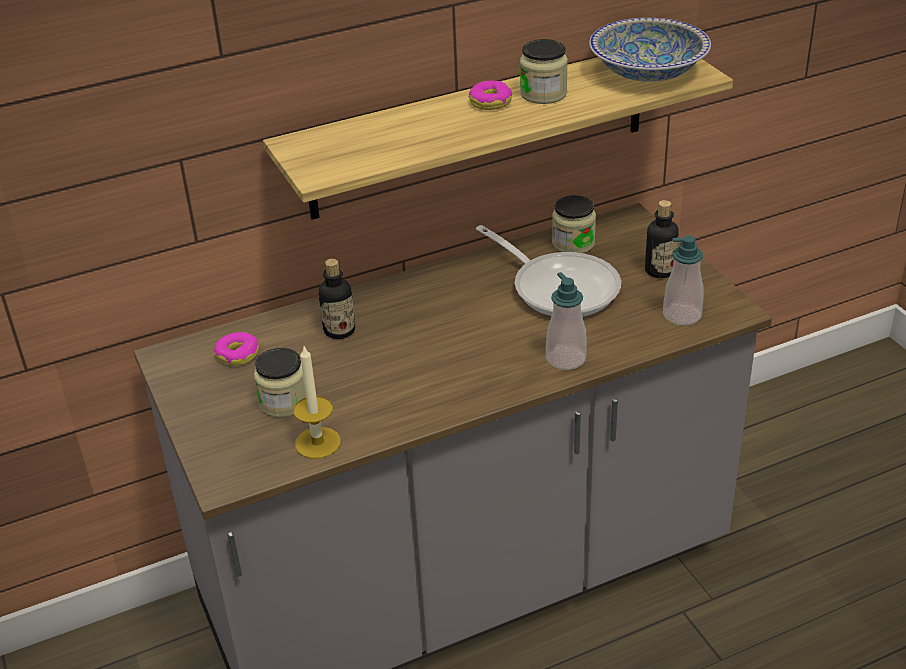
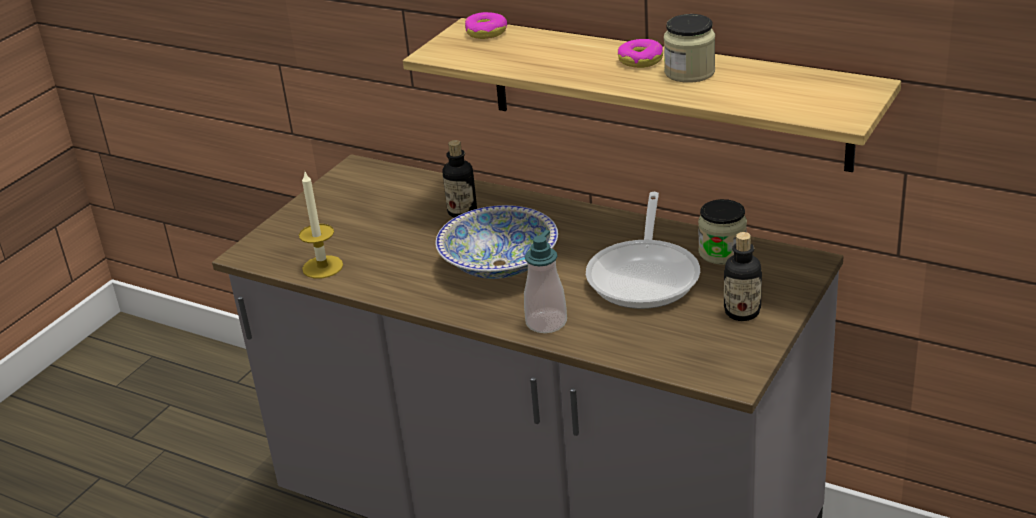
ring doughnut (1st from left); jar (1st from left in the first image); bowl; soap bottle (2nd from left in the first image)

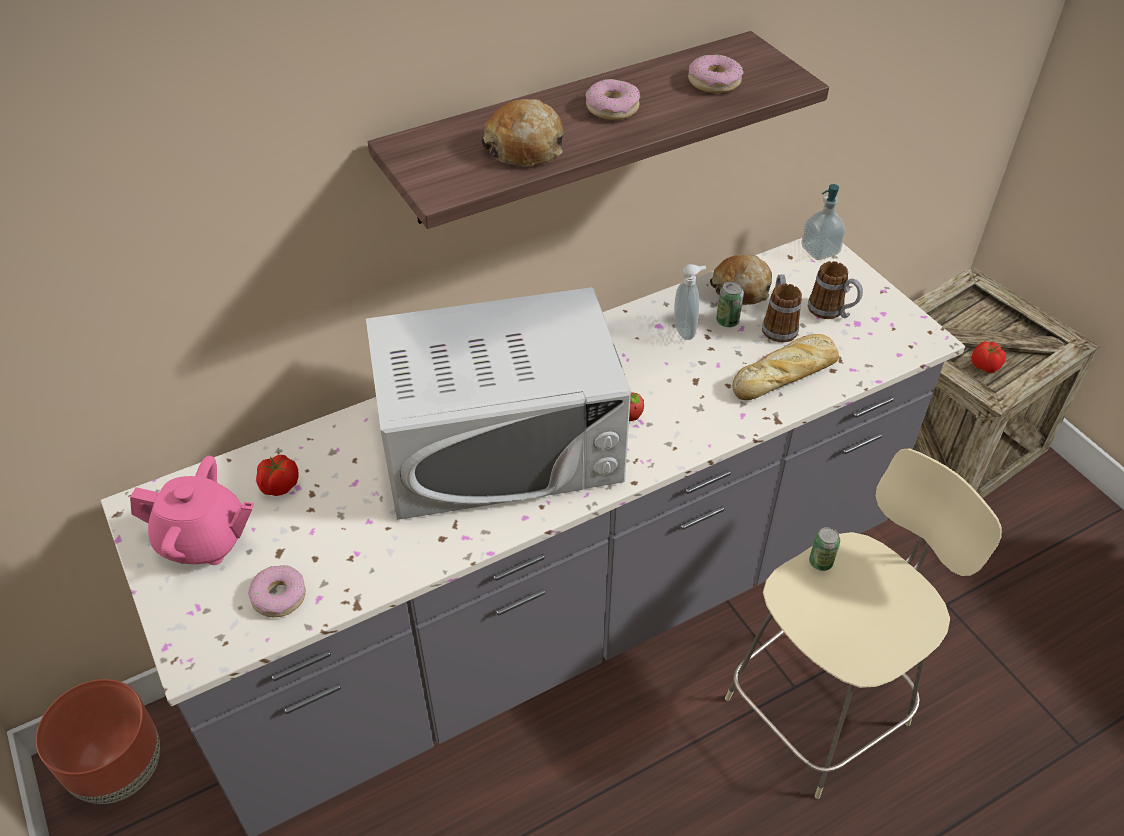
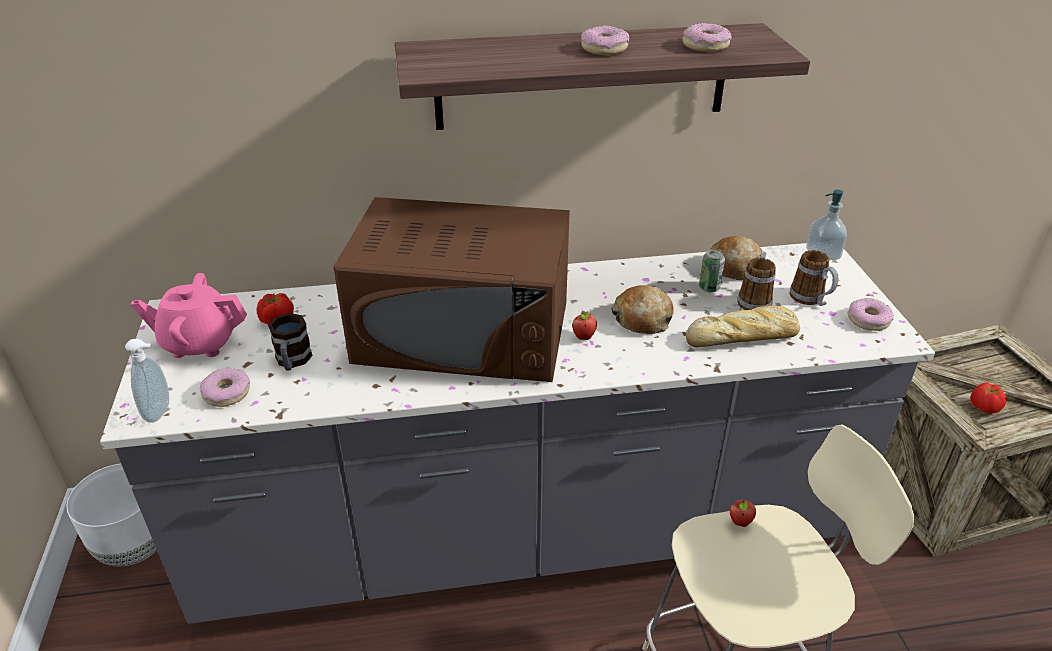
white-coloured plant pot; pinkish pot for tea; brown kitchen microwave; baked bread (1st from left); soap bottle (1st from left); apple (2nd from left); tea mug (1st from left); ring doughnut (4th from left)

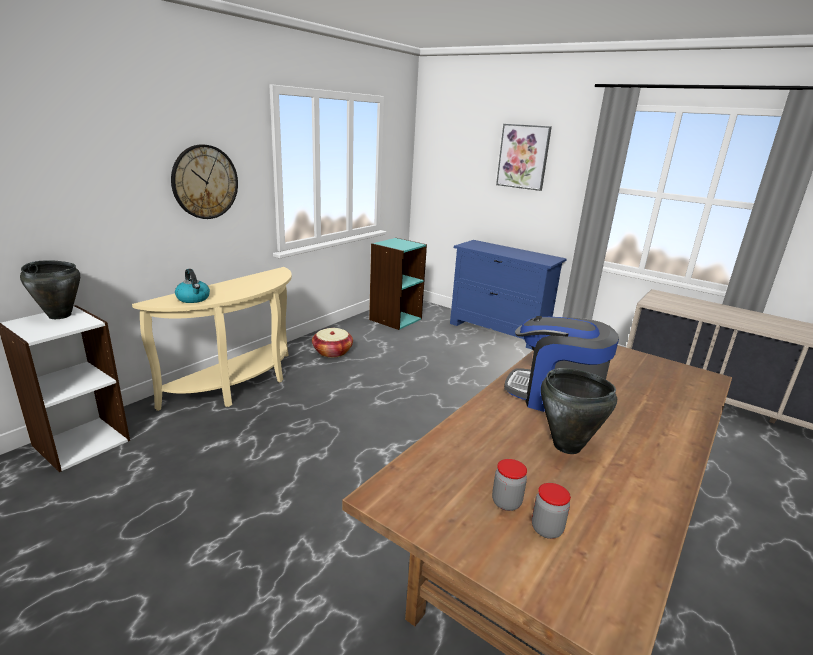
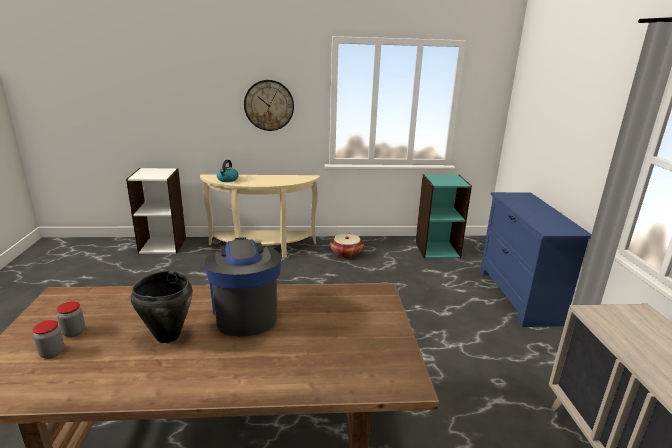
black-coloured stockpot (1st from left in the first image); wall picture

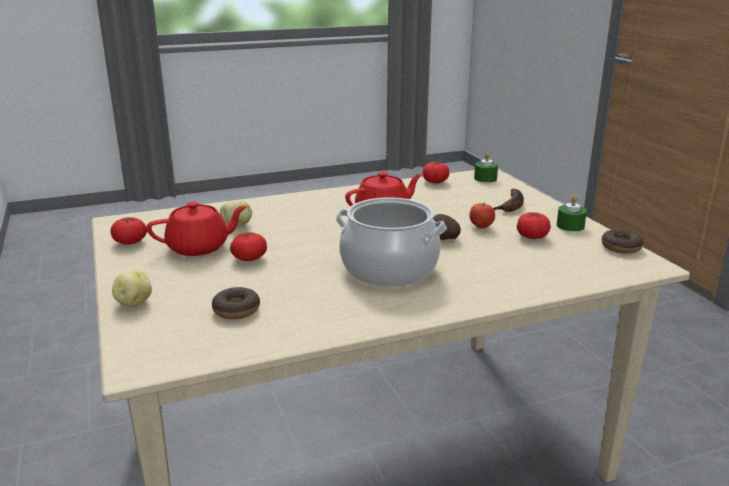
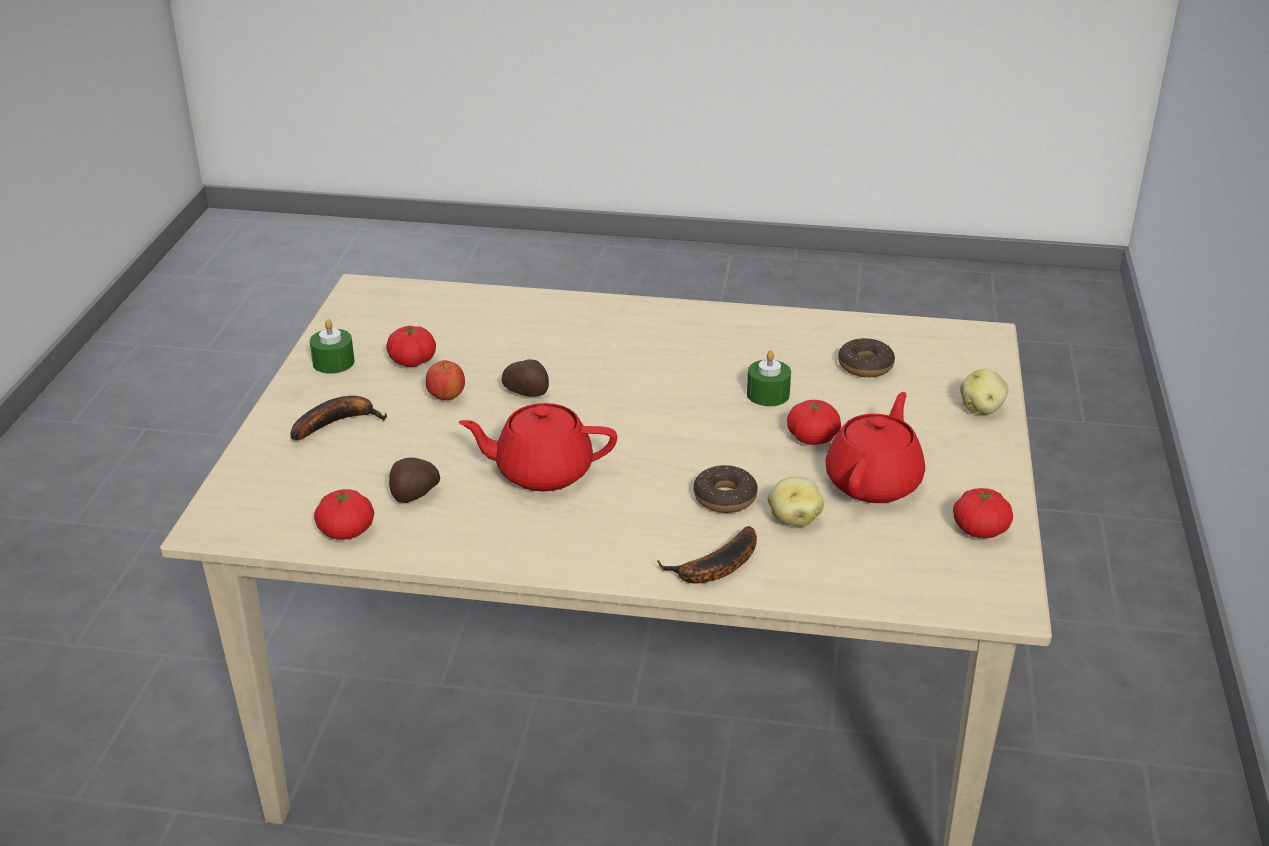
reddish pot for tea (2nd from left); stockpot; greenish candle (2nd from left); ring doughnut (1st from left); spud (1st from left); banana fruit (2nd from left)

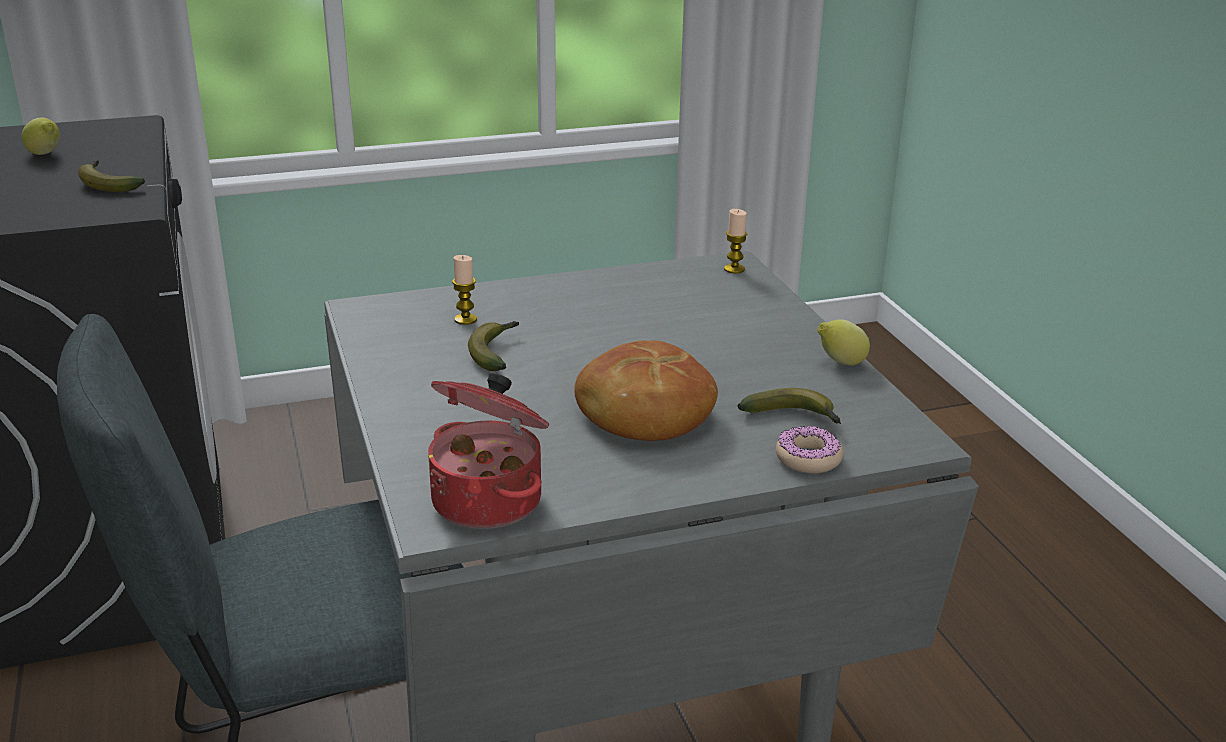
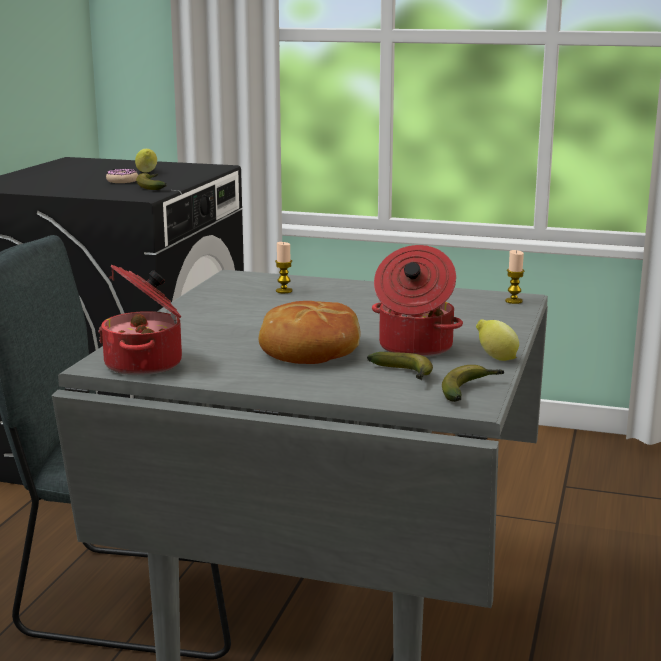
banana fruit (3rd from left); ring doughnut; stockpot (2nd from left)

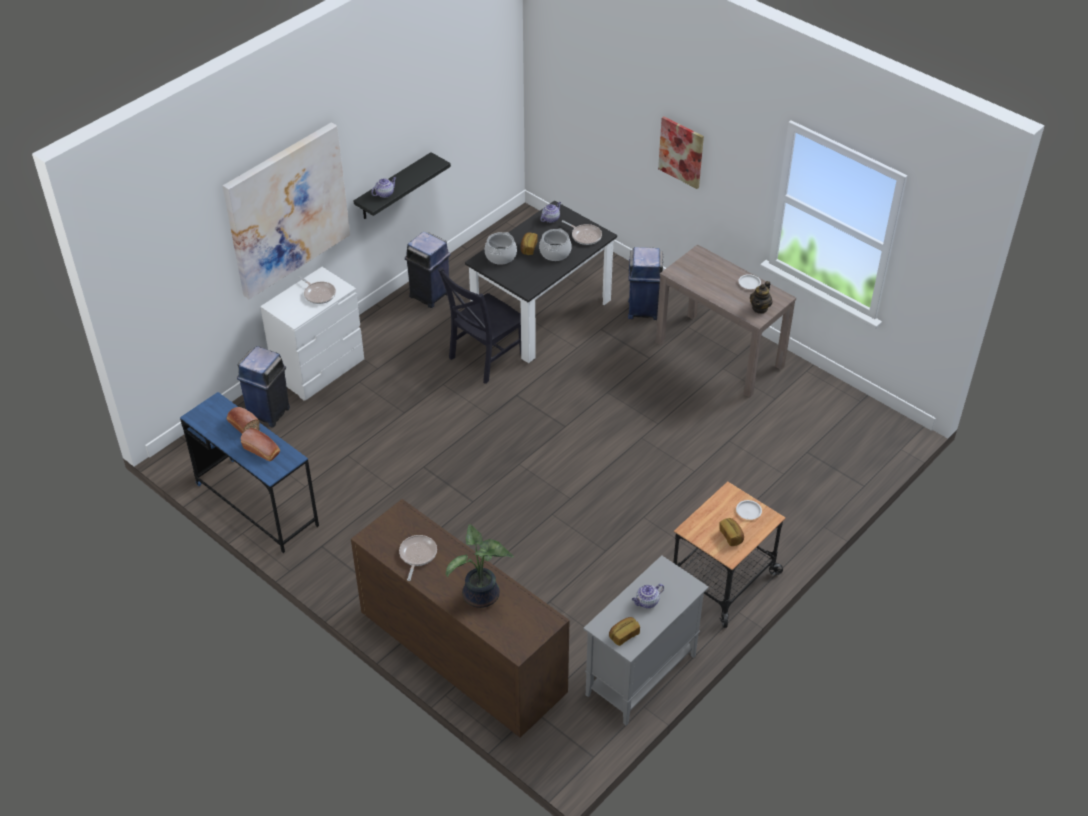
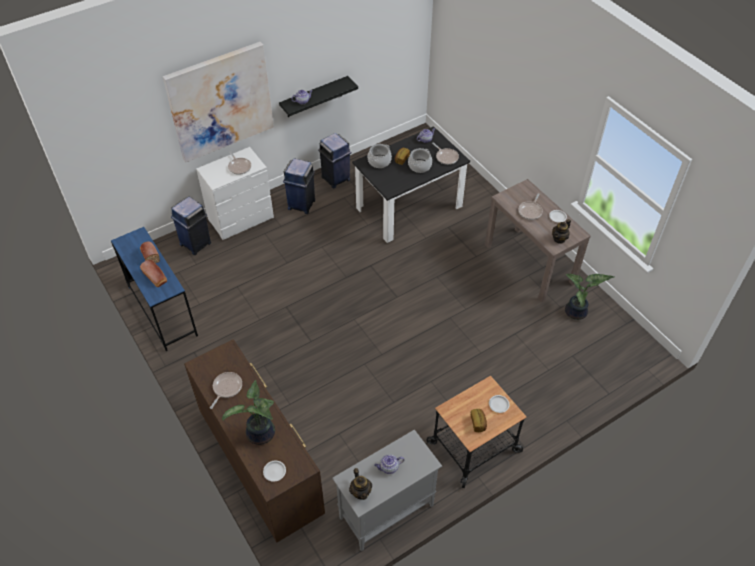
black-coloured plain chair; pot for tea (2nd from left); blue-coloured waste bin (2nd from left); wall picture (2nd from left in the first image); white-coloured dinner plate (1st from left); pan (4th from left); houseplant (2nd from left)

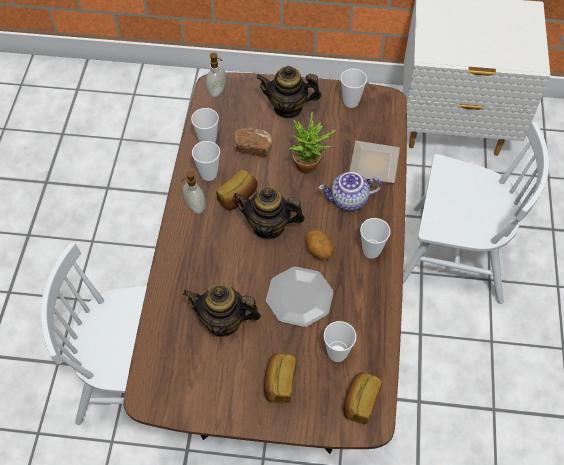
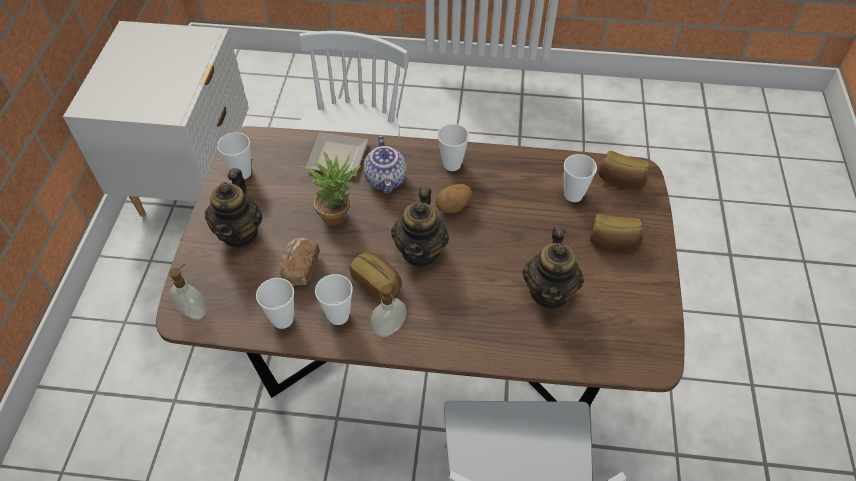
dinner plate (1st from left in the first image)

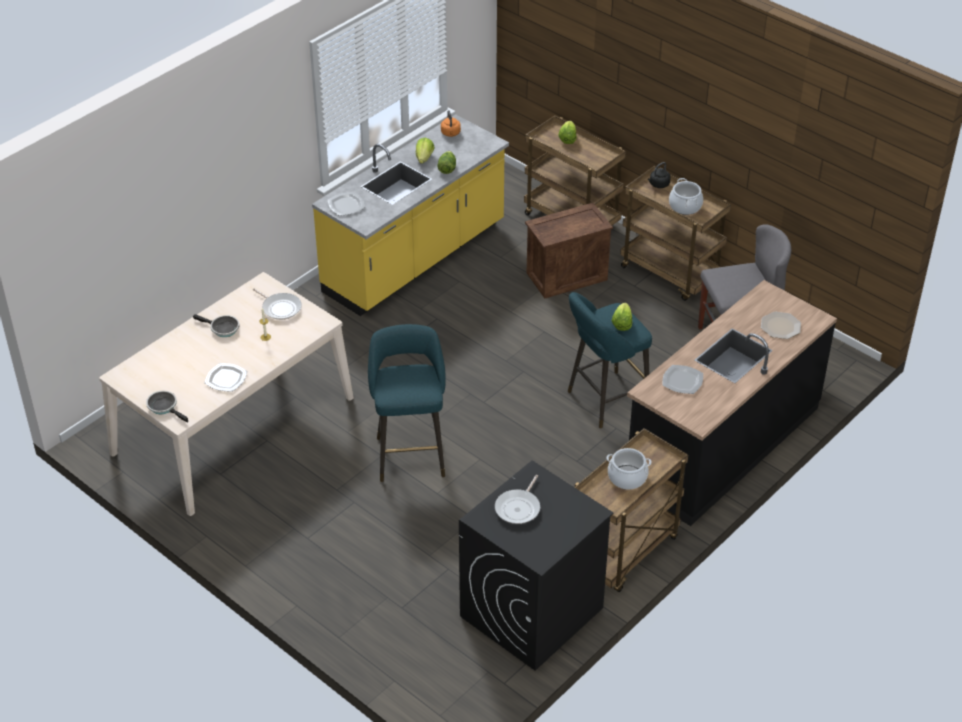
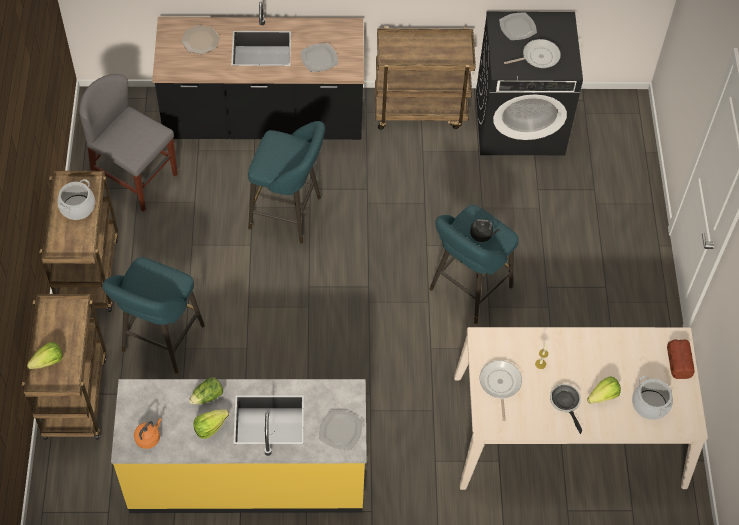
baked bread; dinner plate (4th from left); blue-green sitting stool (1st from left); stockpot (2nd from left); lettuce (4th from left); black-coloured tea kettle

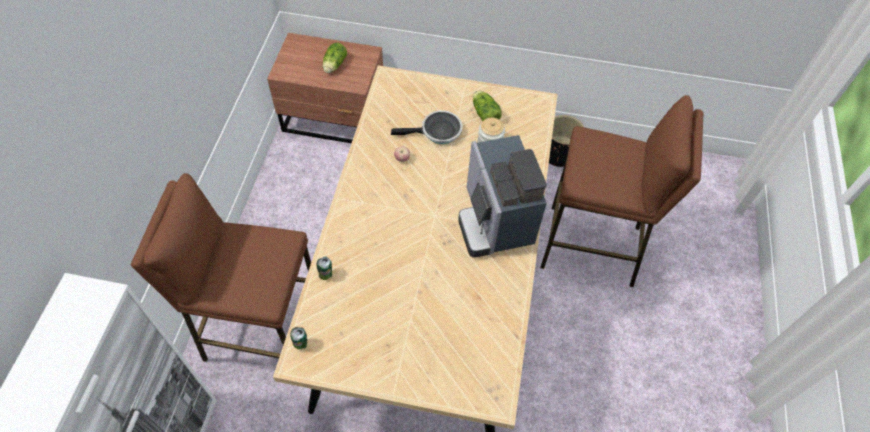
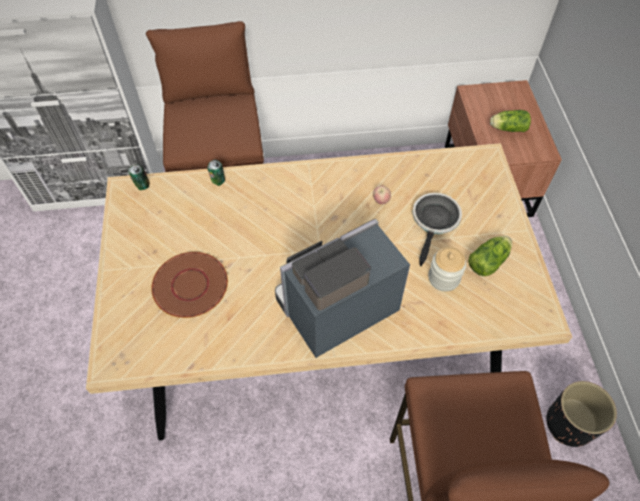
pan; brown dinner plate

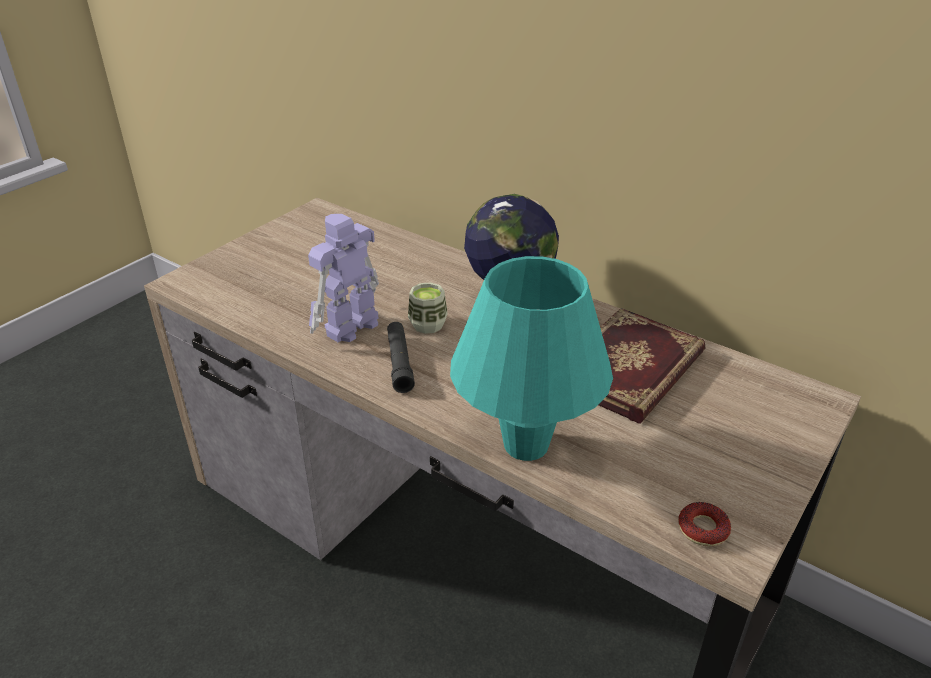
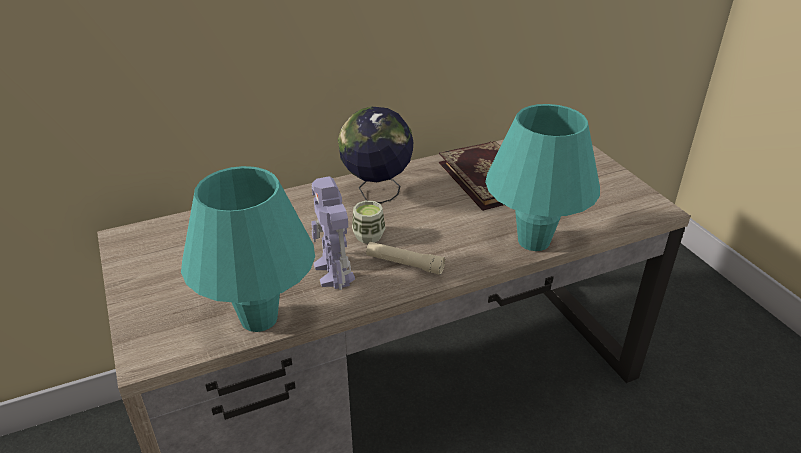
sand-coloured flashlight; ring doughnut; blue-green table lamp (1st from left)

